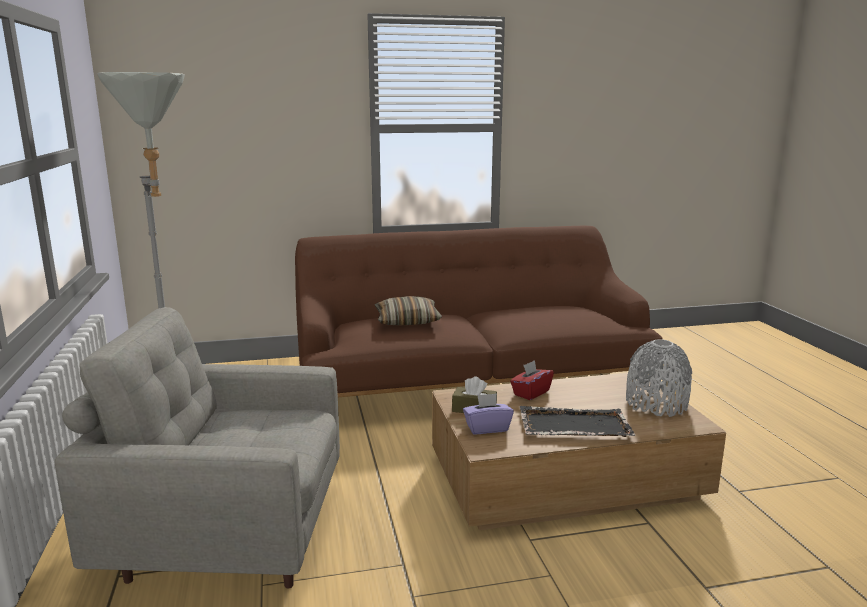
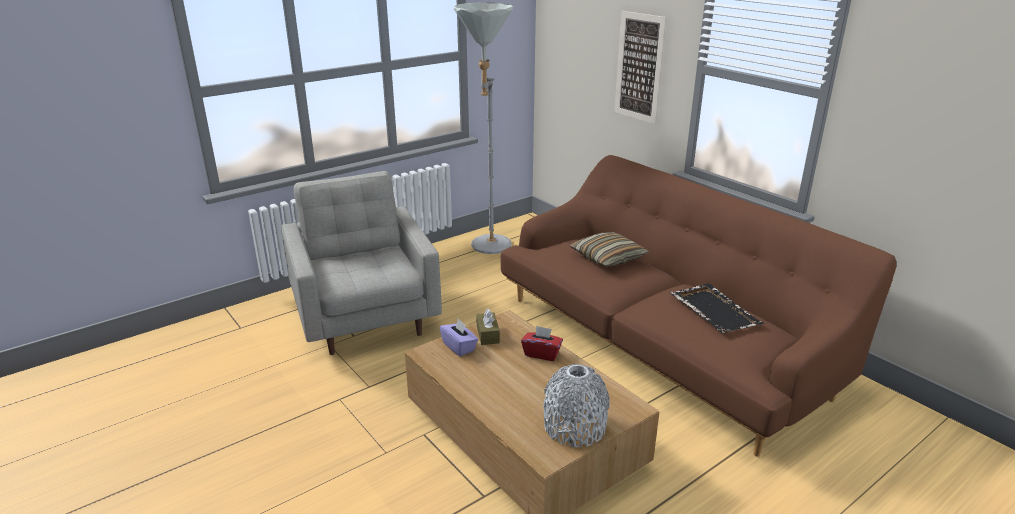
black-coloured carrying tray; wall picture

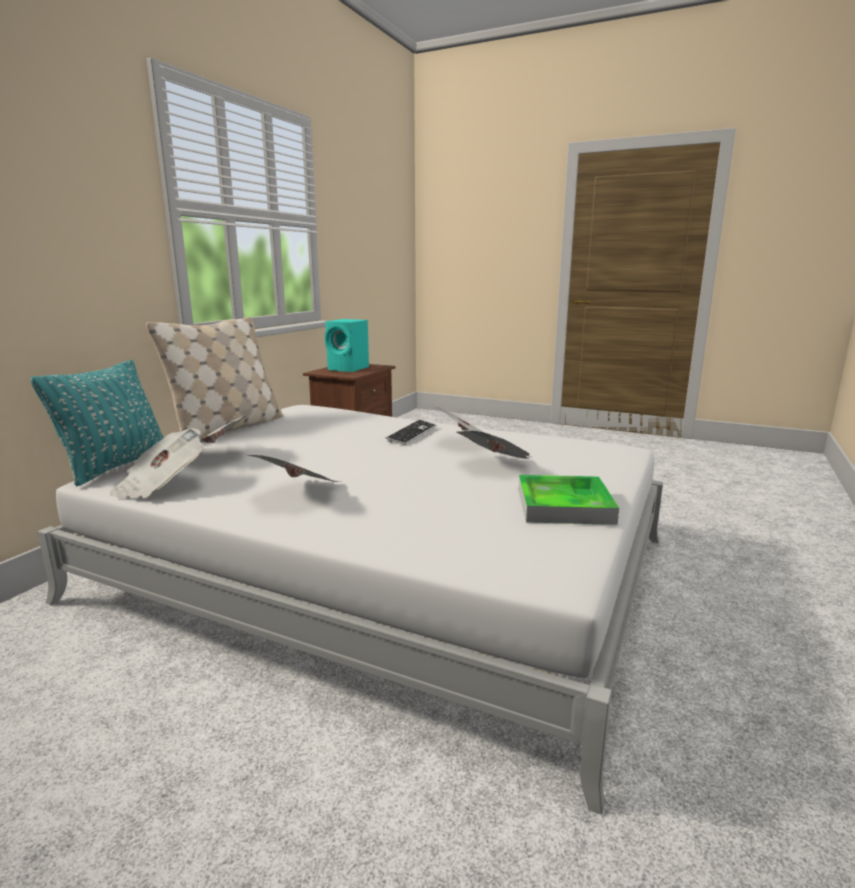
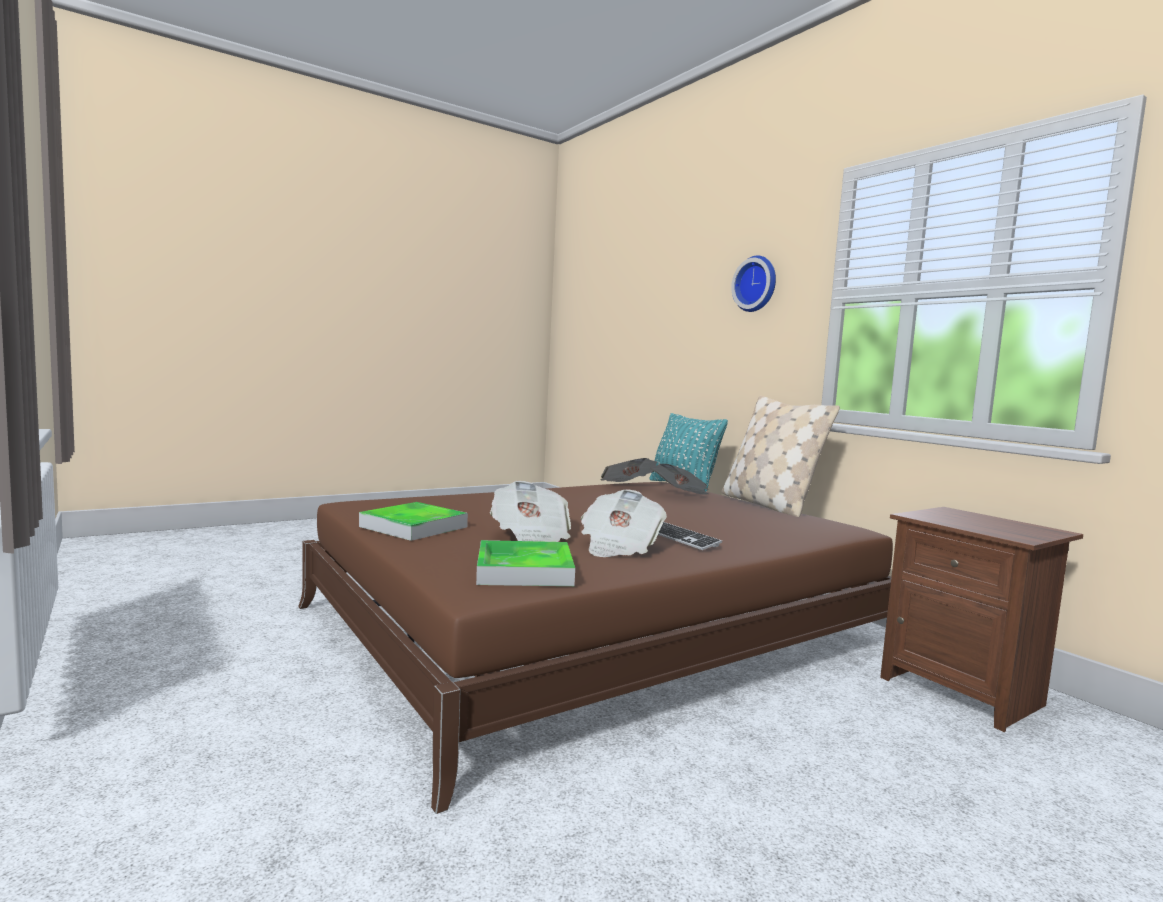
brown bedroom bed; newspaper (3rd from left in the first image); blue-green audio speaker; carrying tray (2nd from left); wall clock

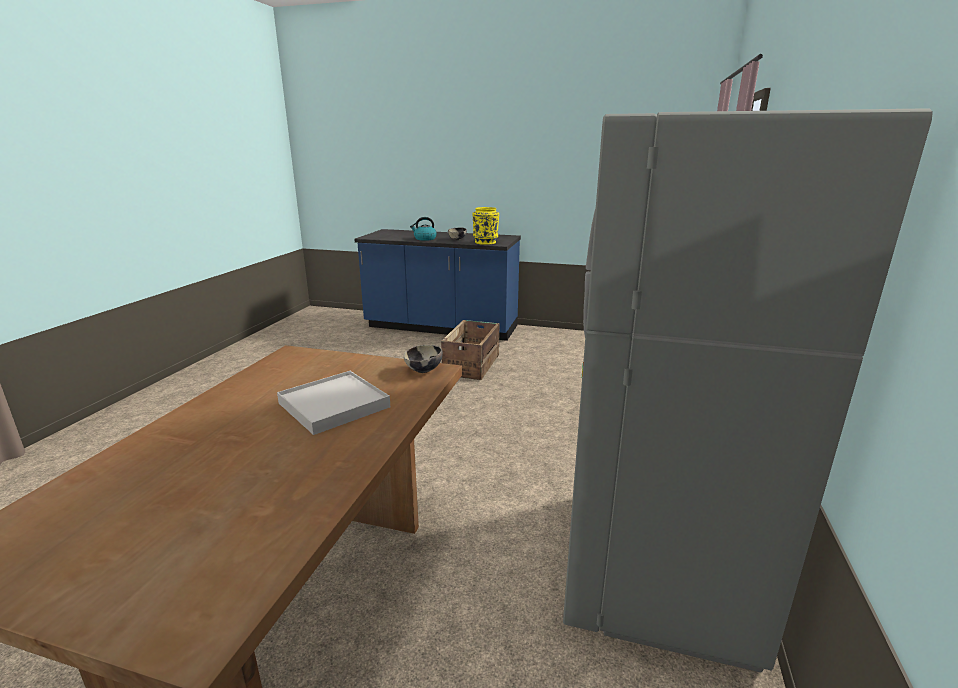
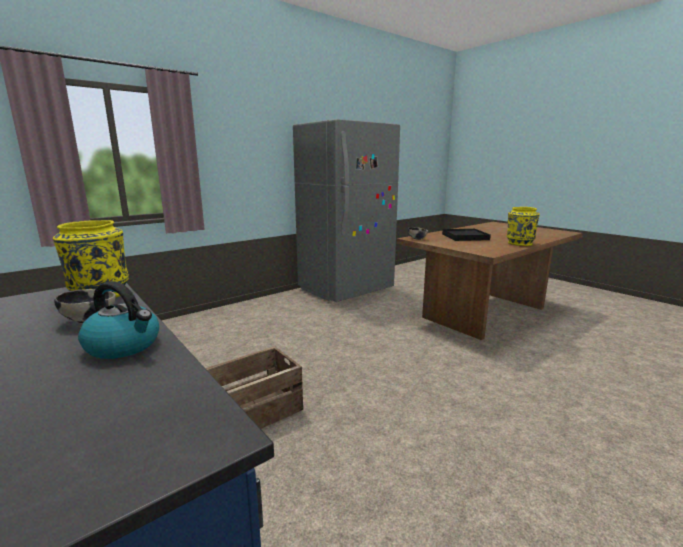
black-coloured carrying tray; yellow decorative vase (2nd from left)

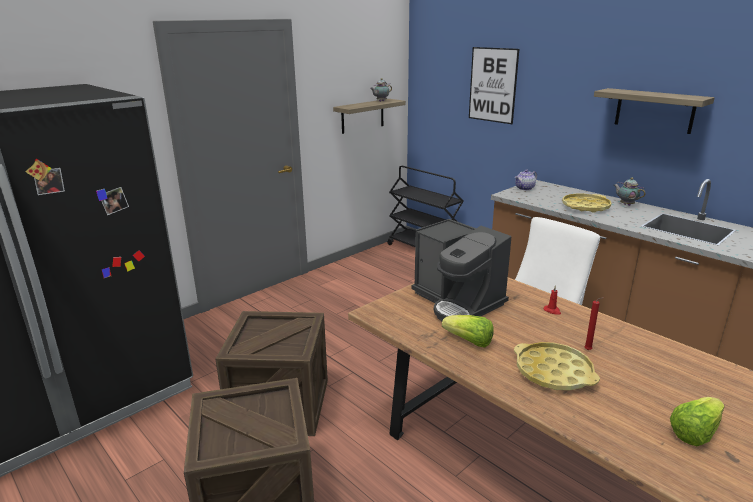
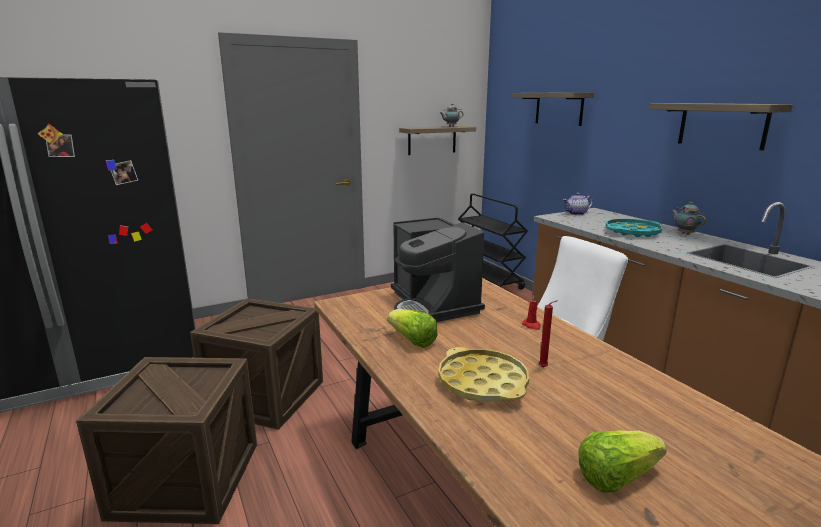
wall shelf (2nd from left); blue-green carrying tray

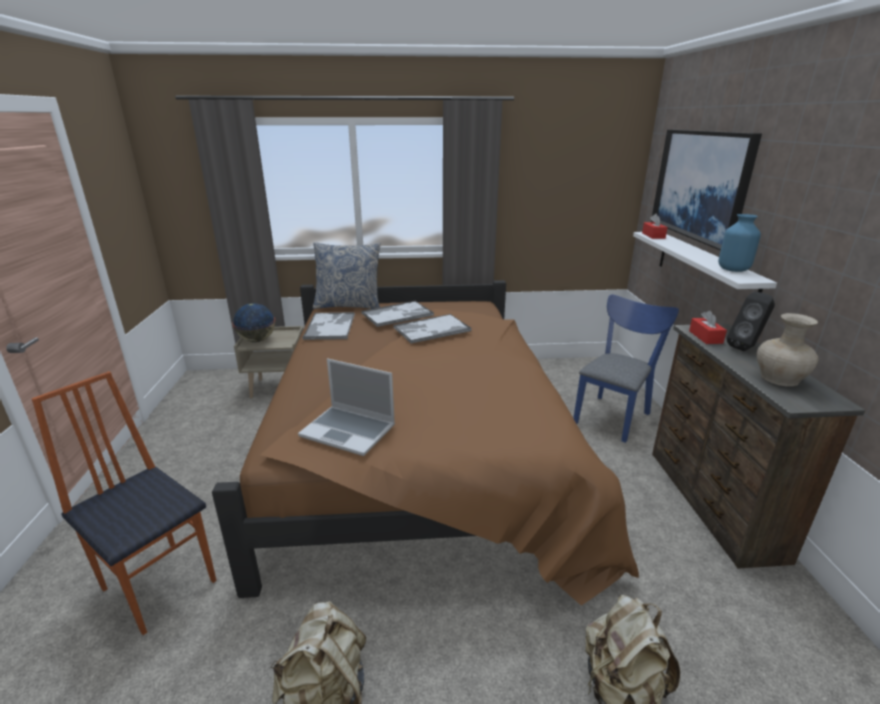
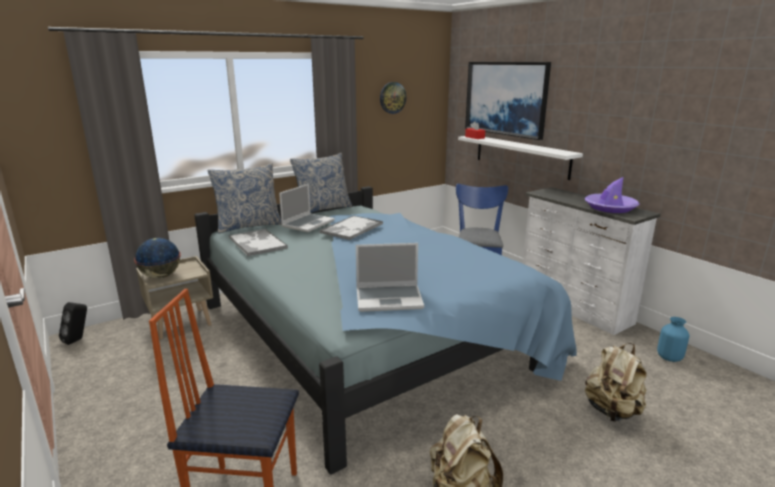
blue-coloured bedroom bed; notebook computer (1st from left); white-coloured dresser; reddish tissue box (2nd from left in the first image); blue-coloured decorative vase; black-coloured audio speaker; purplish clothing hat; pillow (2nd from left); wall clock

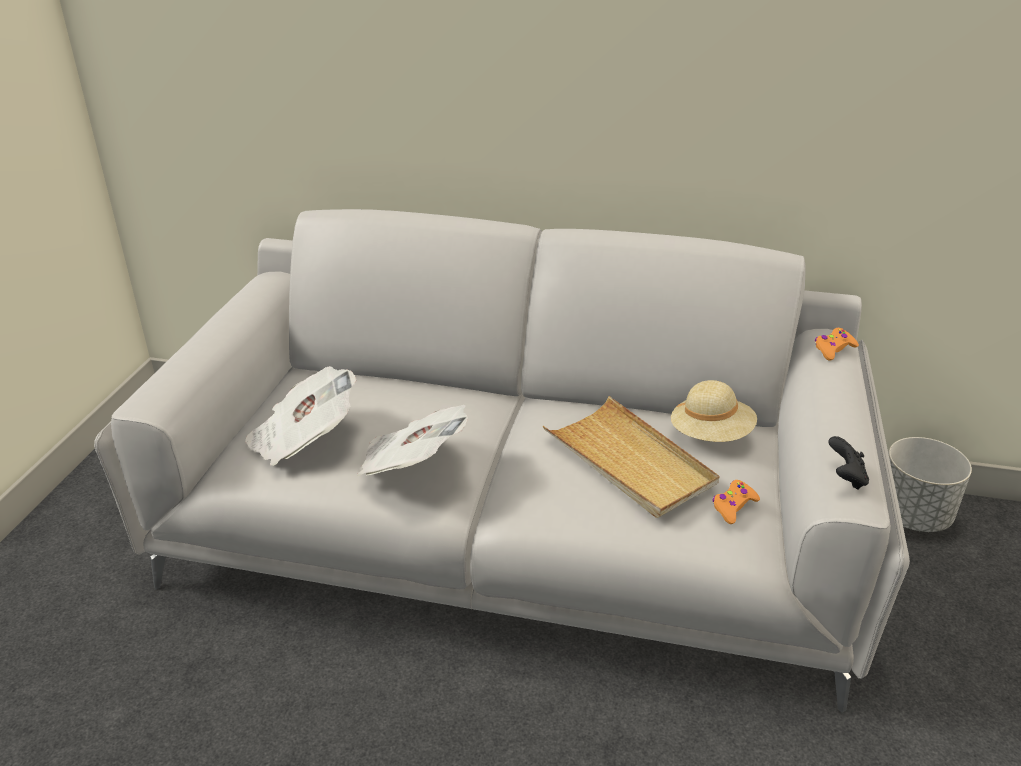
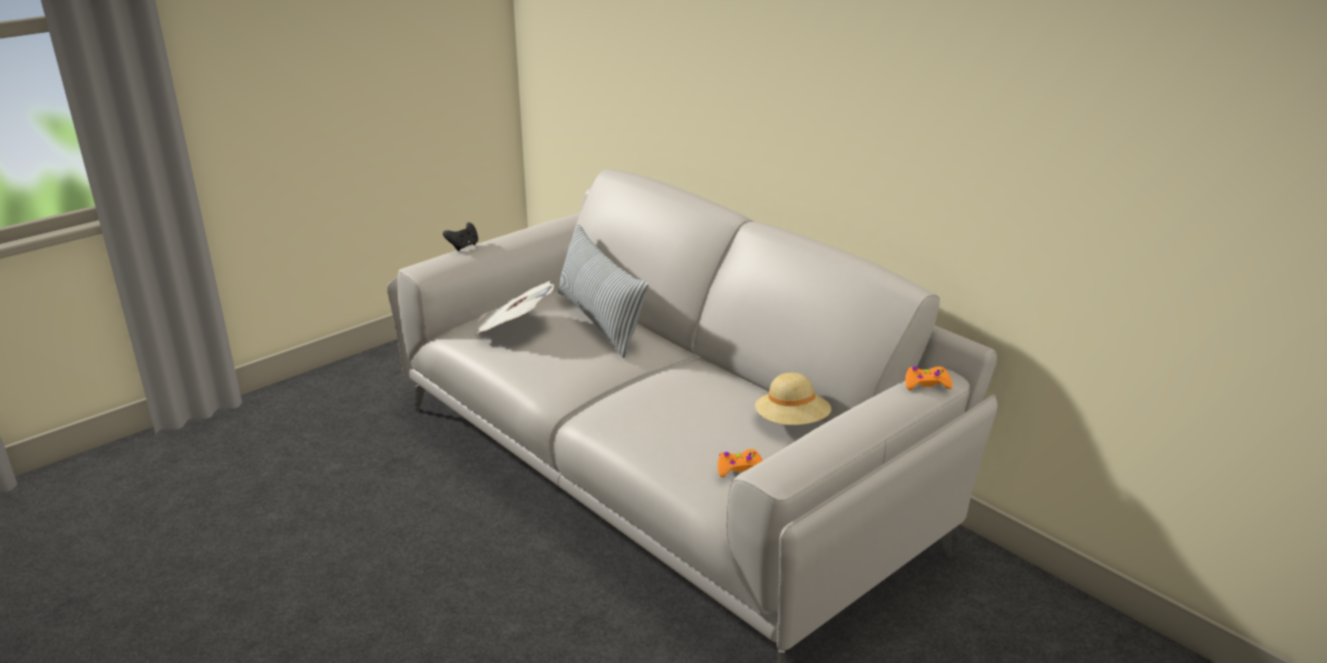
newspaper (2nd from left in the first image); sand-coloured carrying tray; black-coloured gamepad; greyish plant pot; pillow

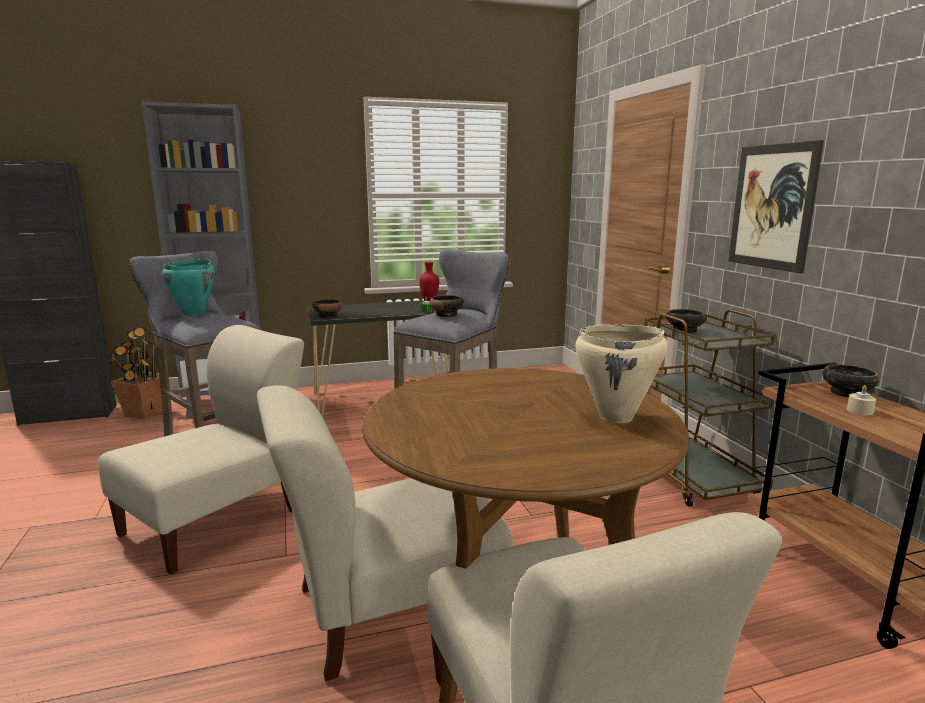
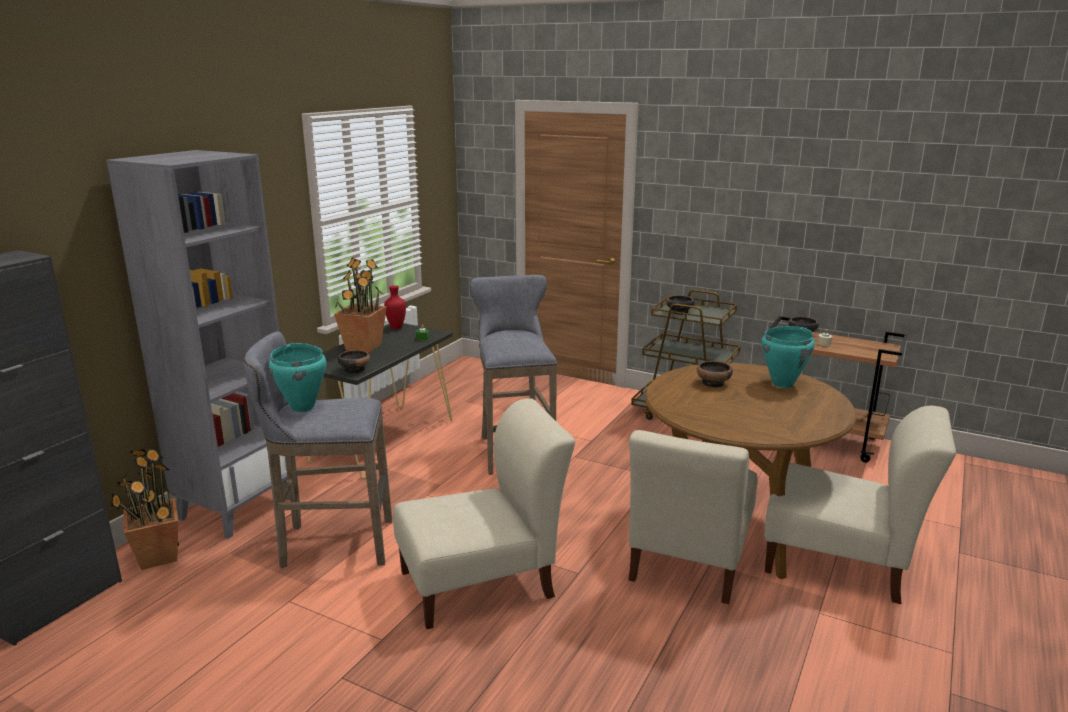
sand-coloured plain chair (1st from left); bowl (3rd from left); blue-green stockpot (2nd from left); wall picture; houseplant (2nd from left)

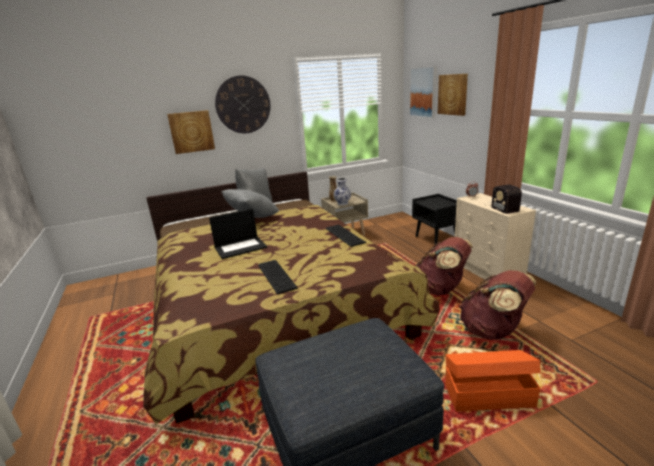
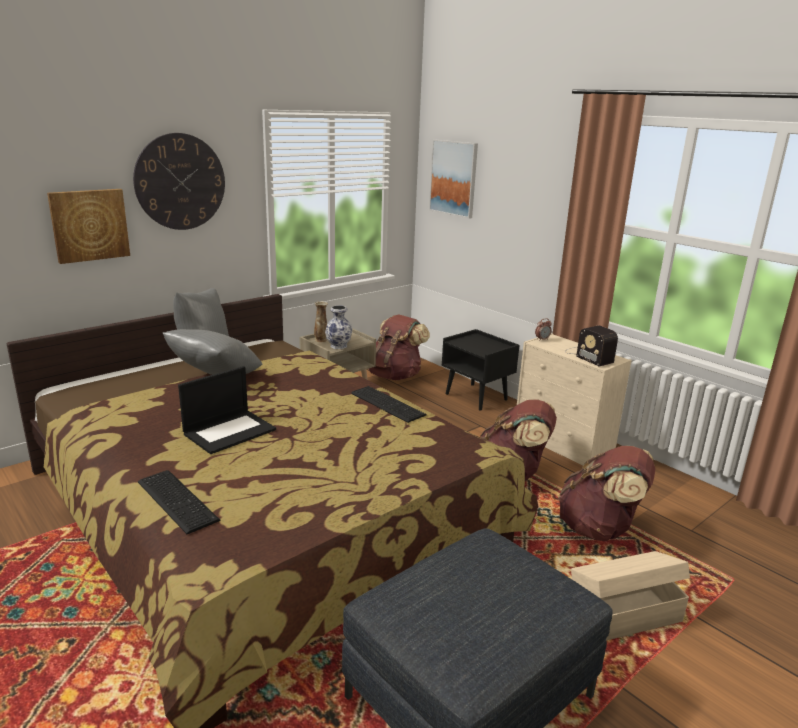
keyboard (1st from left); wall picture (3rd from left in the first image); sand-coloured storage box; brown knapsack (1st from left)

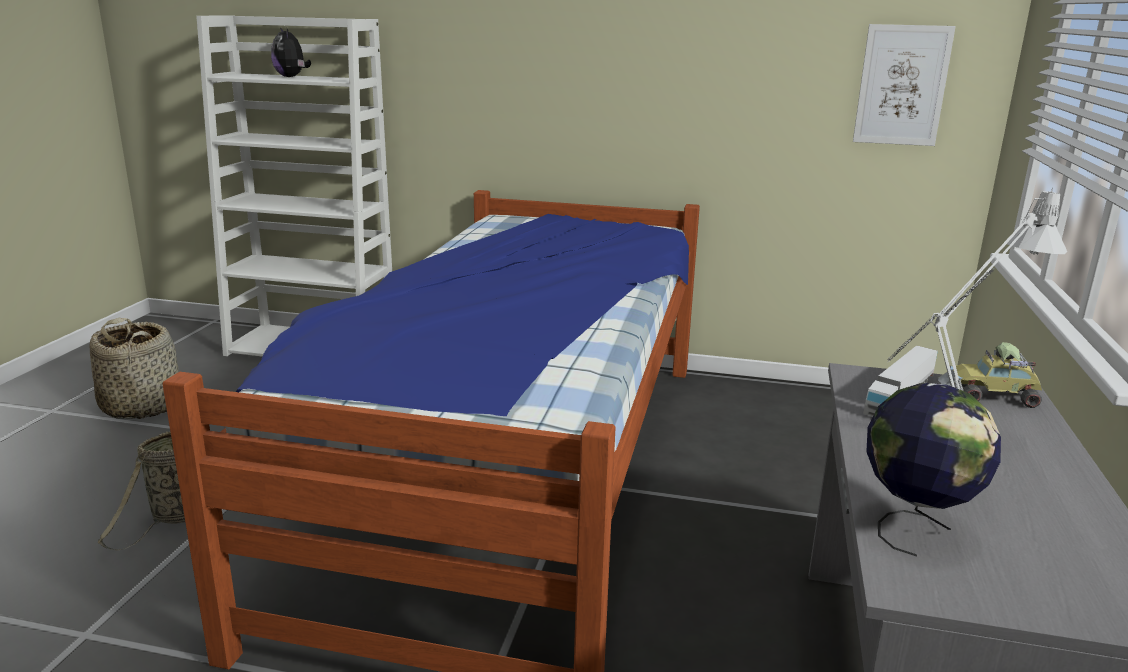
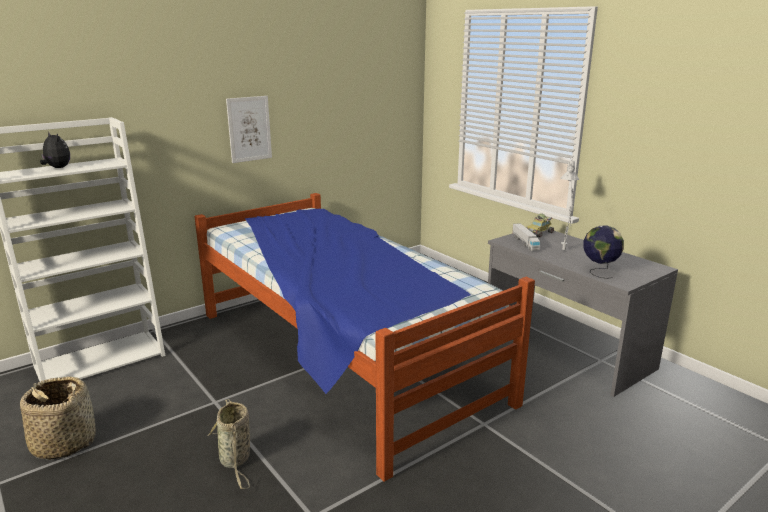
cuddly toy; wall picture

